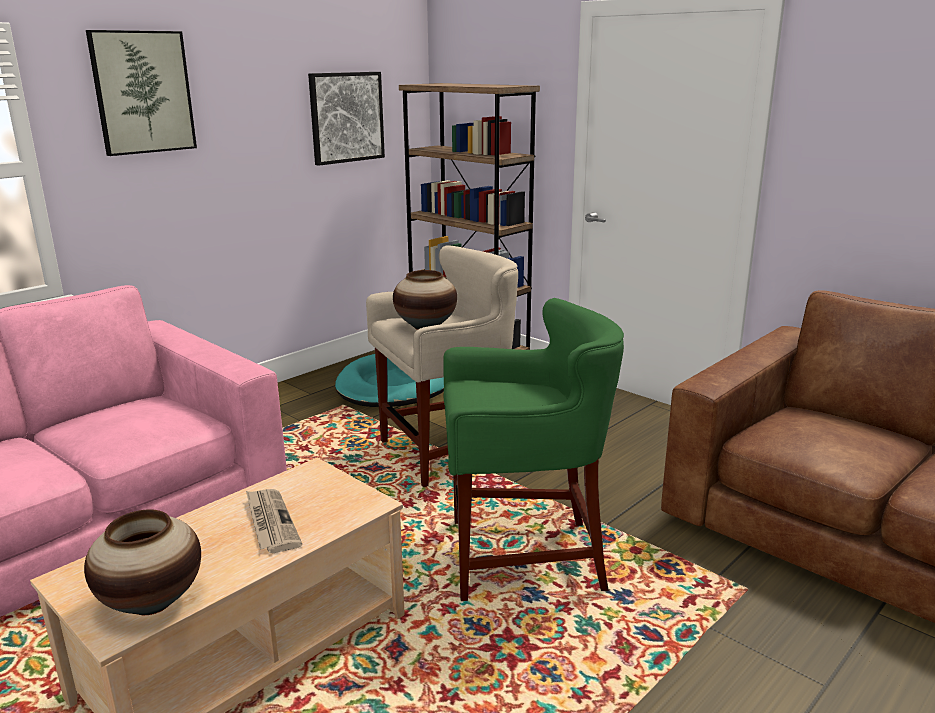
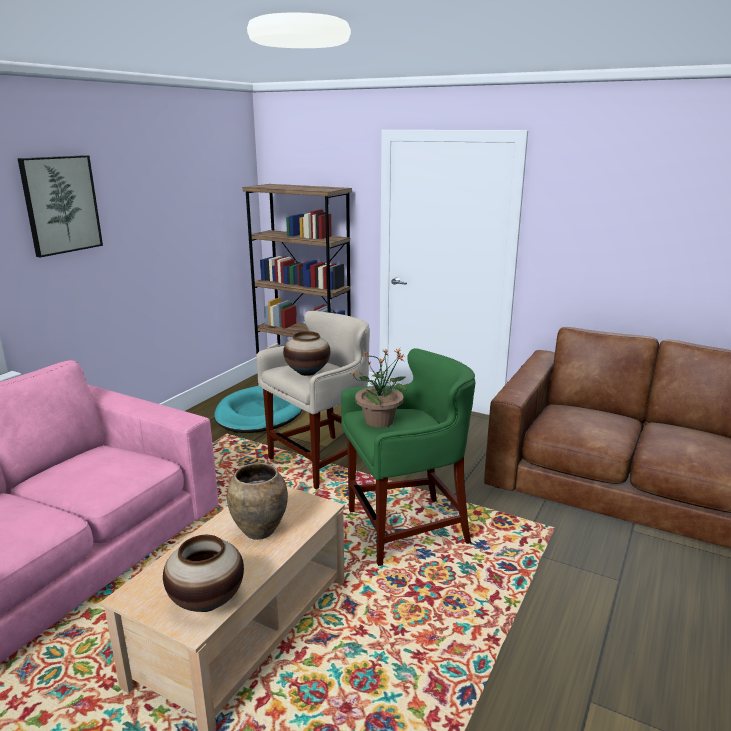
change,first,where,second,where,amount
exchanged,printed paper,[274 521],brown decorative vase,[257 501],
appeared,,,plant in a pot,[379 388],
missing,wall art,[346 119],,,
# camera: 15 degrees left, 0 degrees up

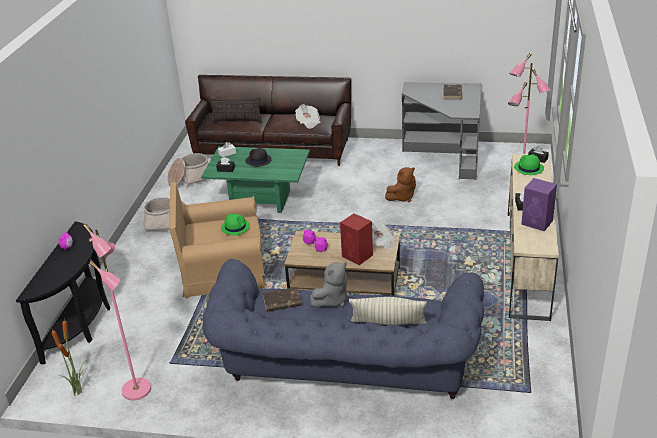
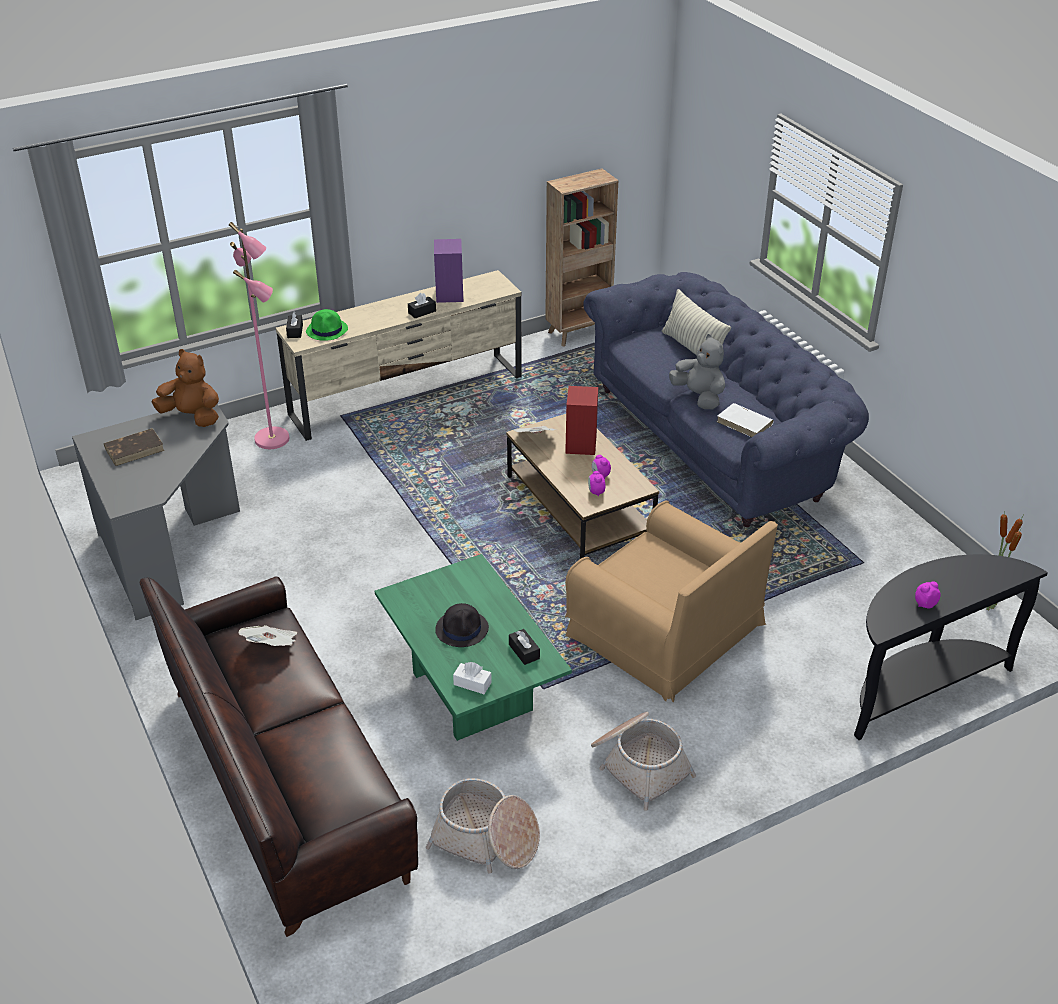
change,first,where,second,where,amount
relocated,brown soft toy,[400 184],,[185 388],
appeared,,,brown shelving unit,[581 258],
spun,greyish soft toy,[328 285],,[697 371],45 degrees clockwise
colour,brown bound book,[282 299],whitish bound book,[745 420],
missing,pink standard lamp,[117 311],,,
missing,throw pillow,[236 110],,,
missing,greenish wearable hat,[235 224],,,
# camera: 130 degrees left, 5 degrees up

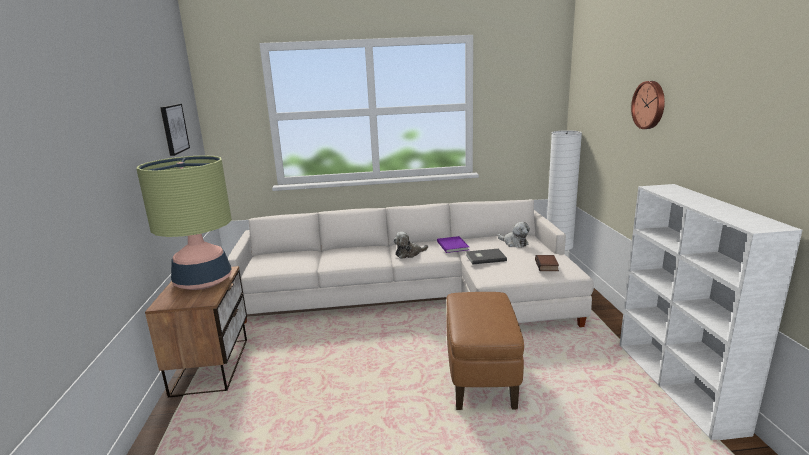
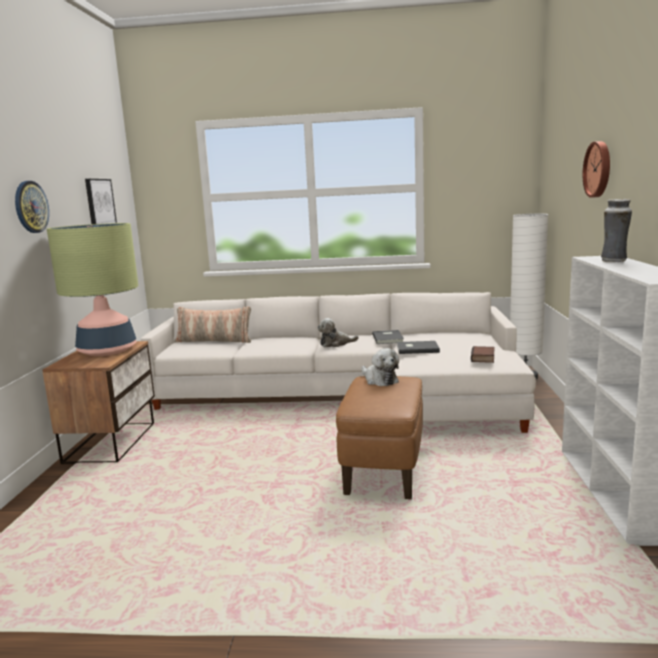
change,first,where,second,where,amount
appeared,,,hanging clock,[32 207],
appeared,,,throw pillow,[212 324],
relocated,soft toy,[514 235],,[380 367],
colour,purple-coloured bound book,[453 244],greyish bound book,[388 337],
appeared,,,decorative vase,[616 230],
# camera: 10 degrees right, 5 degrees down

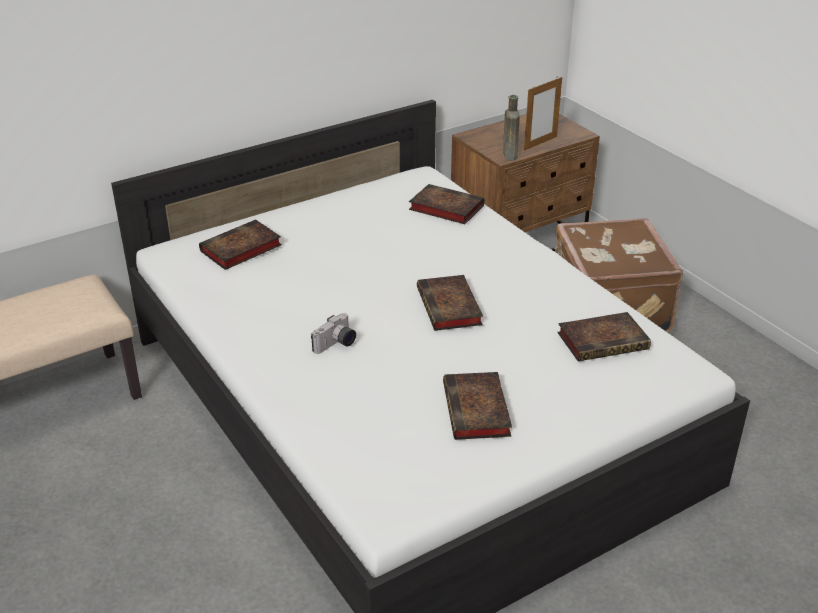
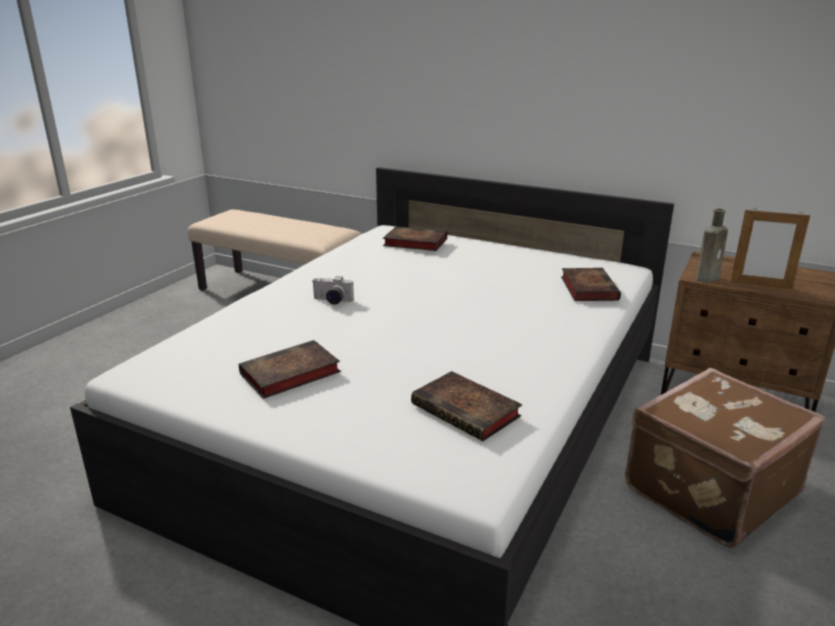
change,first,where,second,where,amount
missing,bound book,[450 303],,,
# camera: 60 degrees right, 10 degrees down

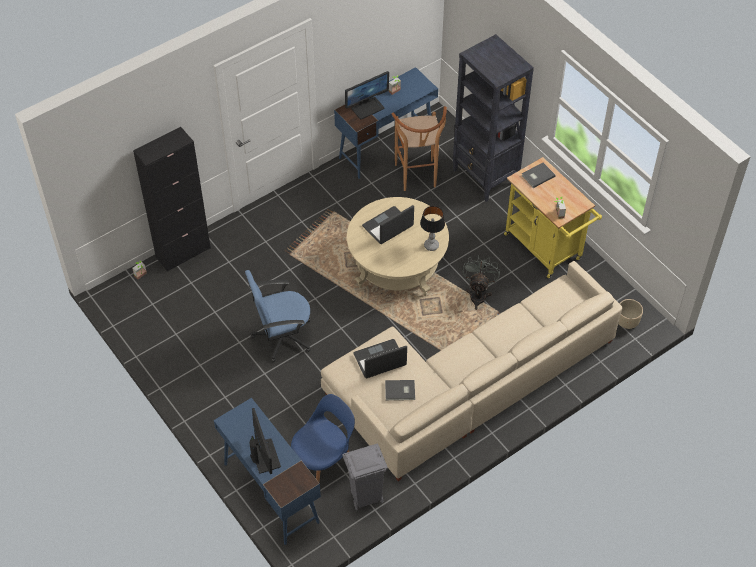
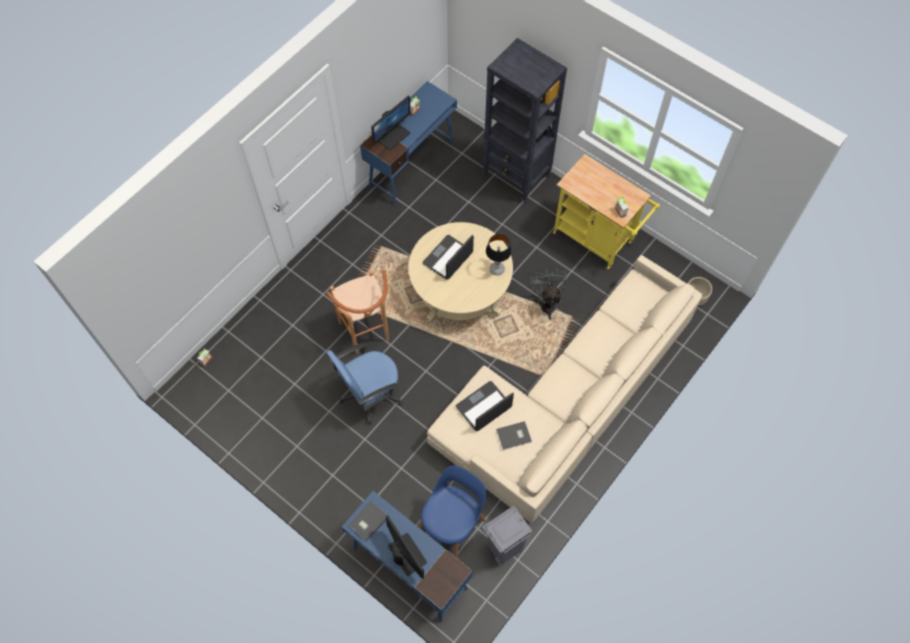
change,first,where,second,where,amount
relocated,brown stool,[419 148],,[358 312],
relocated,greyish bound book,[538 175],,[368 521],
missing,black-coloured cupboard,[172 199],,,
# camera: 15 degrees left, 10 degrees up

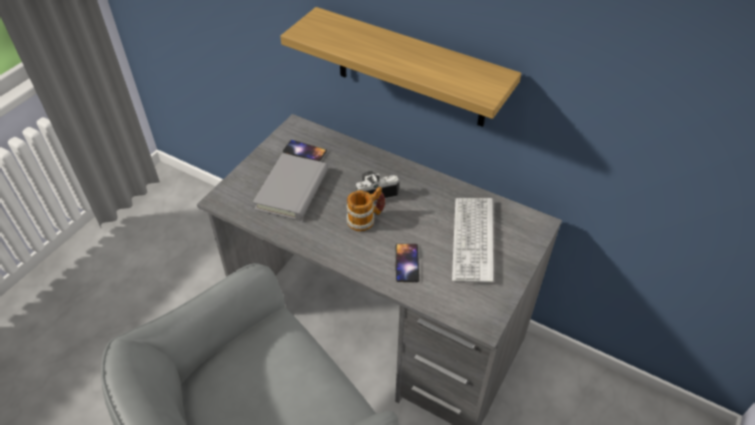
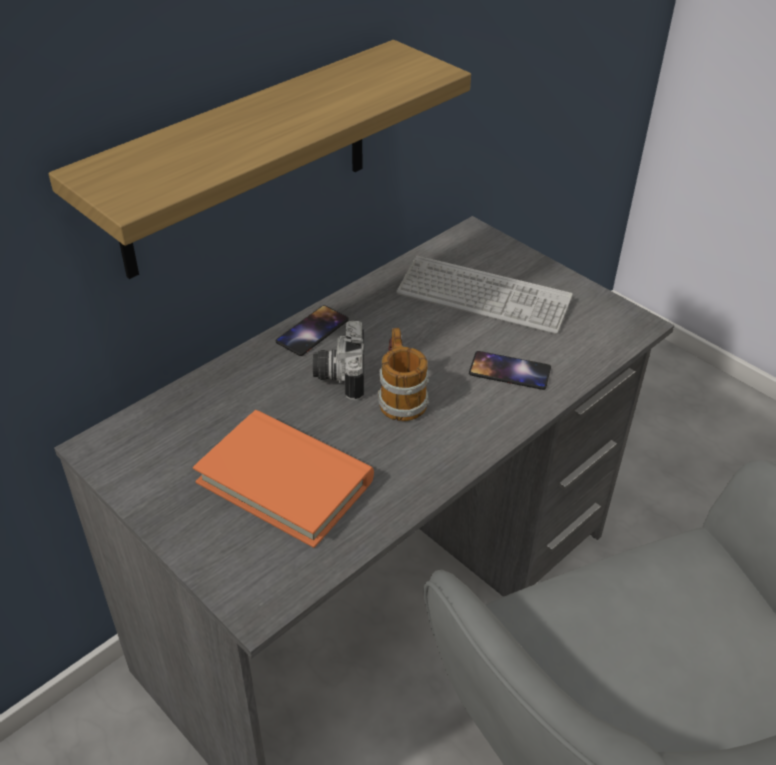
change,first,where,second,where,amount
colour,greyish bound book,[290 187],orange bound book,[283 479],
relocated,telephone,[305 150],,[312 330],
# camera: 75 degrees left, 5 degrees down

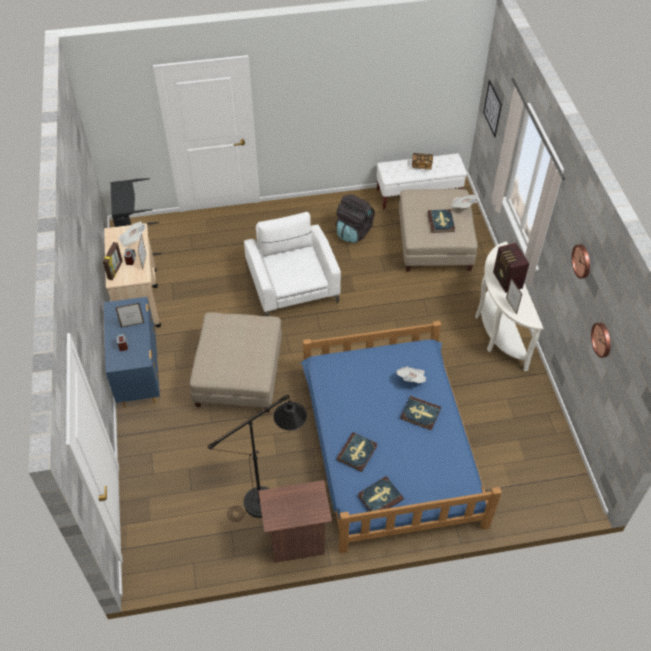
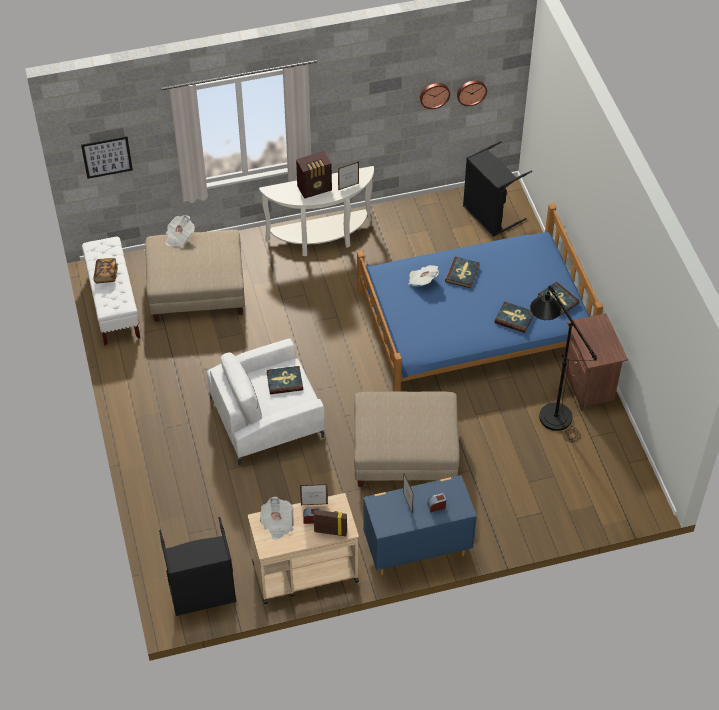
change,first,where,second,where,amount
relocated,bound book,[441 221],,[284 380],
relocated,hanging clock,[581 261],,[472 93],
appeared,,,black-coloured hamper,[497 189],
missing,black-coloured knapsack,[355 218],,,
# camera: 95 degrees left, 0 degrees up

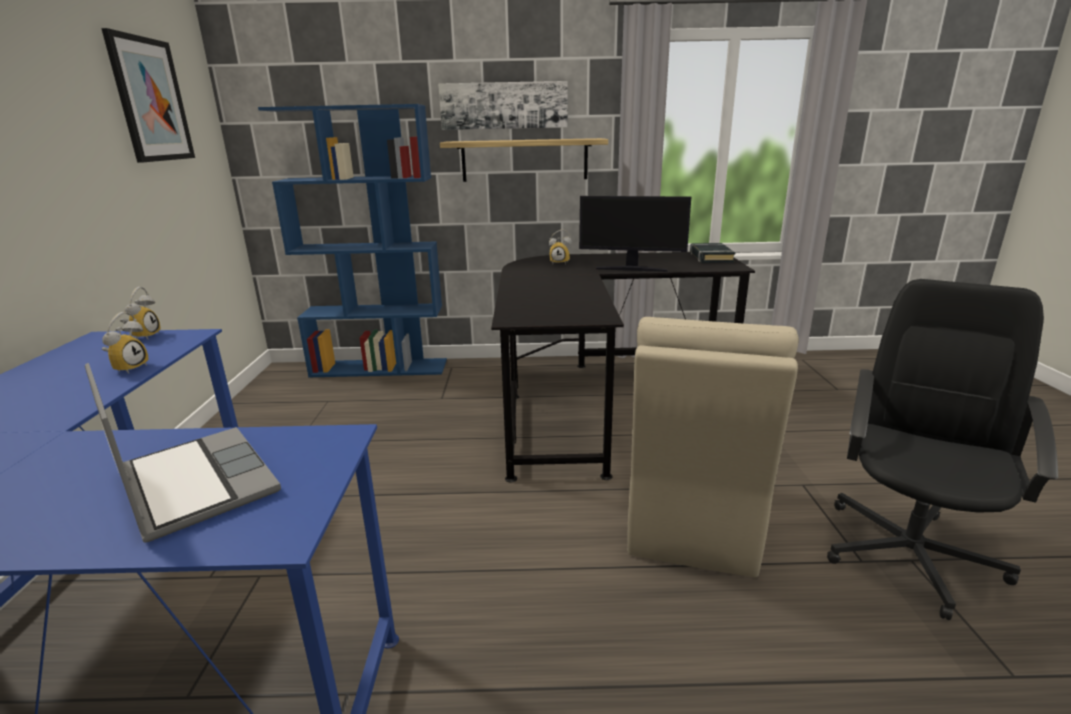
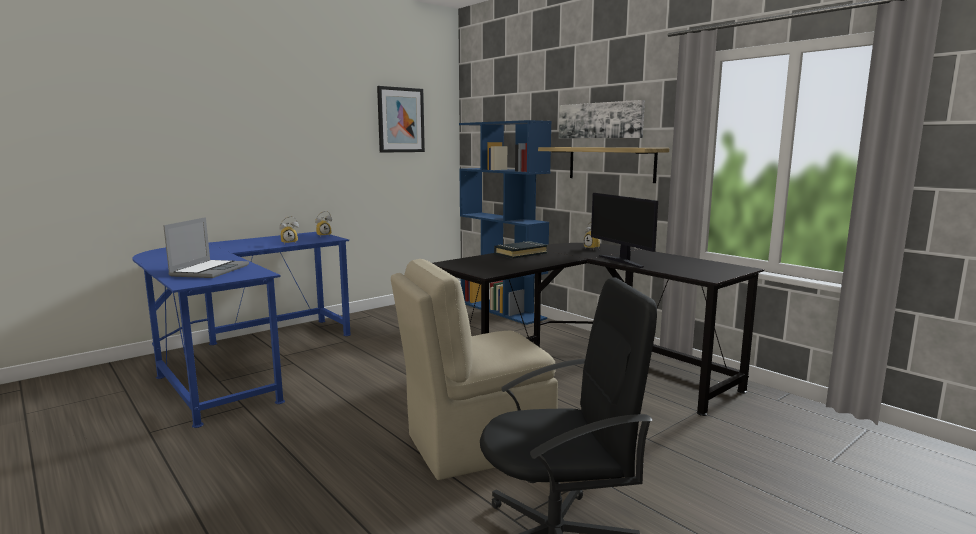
change,first,where,second,where,amount
relocated,black-coloured bound book,[712 253],,[521 250],
# camera: 50 degrees right, 10 degrees down

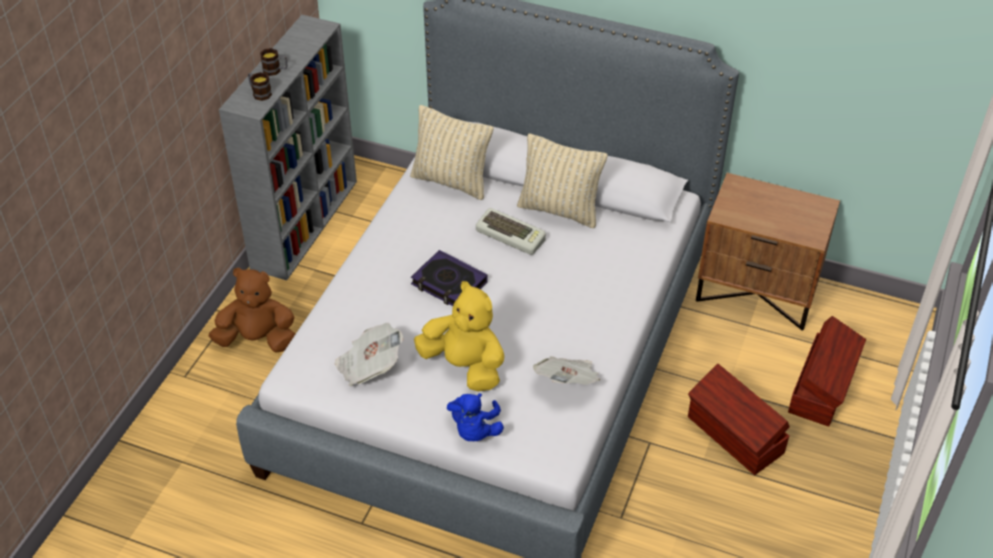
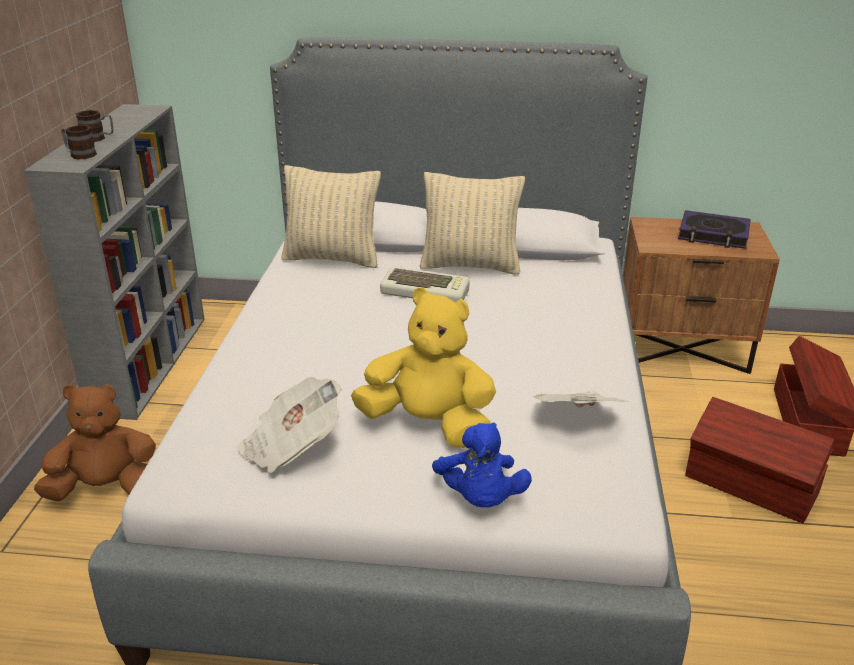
change,first,where,second,where,amount
relocated,bound book,[449 278],,[714 229],
# camera: 15 degrees left, 15 degrees down

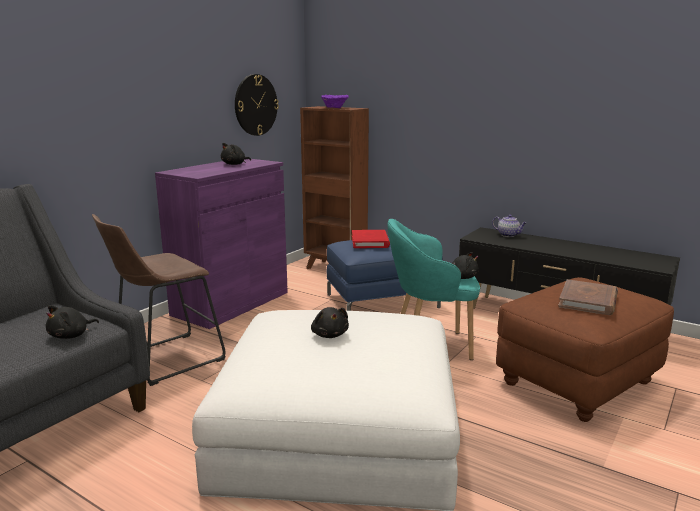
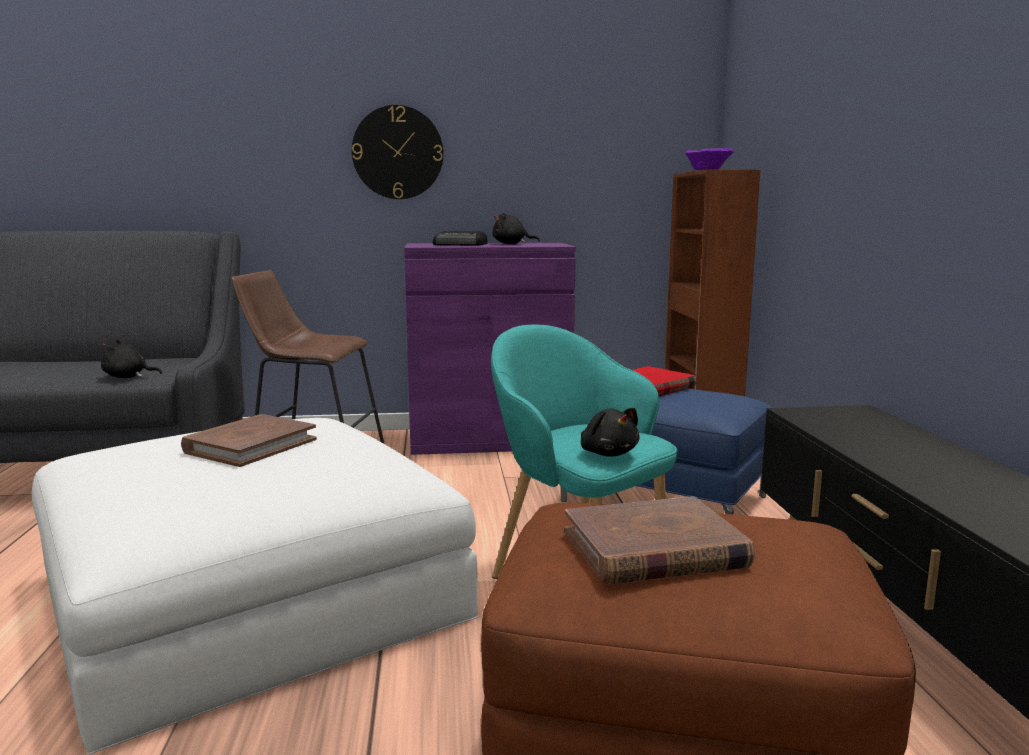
change,first,where,second,where,amount
exchanged,black-coloured soft toy,[330 322],brown bound book,[249 440],
relocated,hanging clock,[257 105],,[397 152],
appeared,,,radio set,[460 238],
missing,tea pot,[509 226],,,
# camera: 50 degrees right, 5 degrees down

